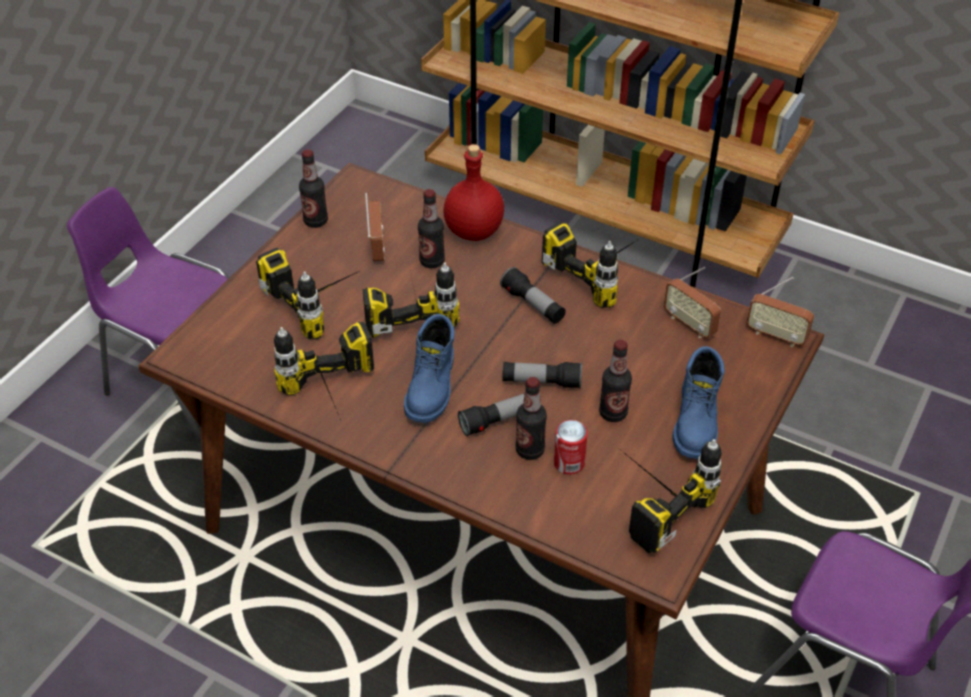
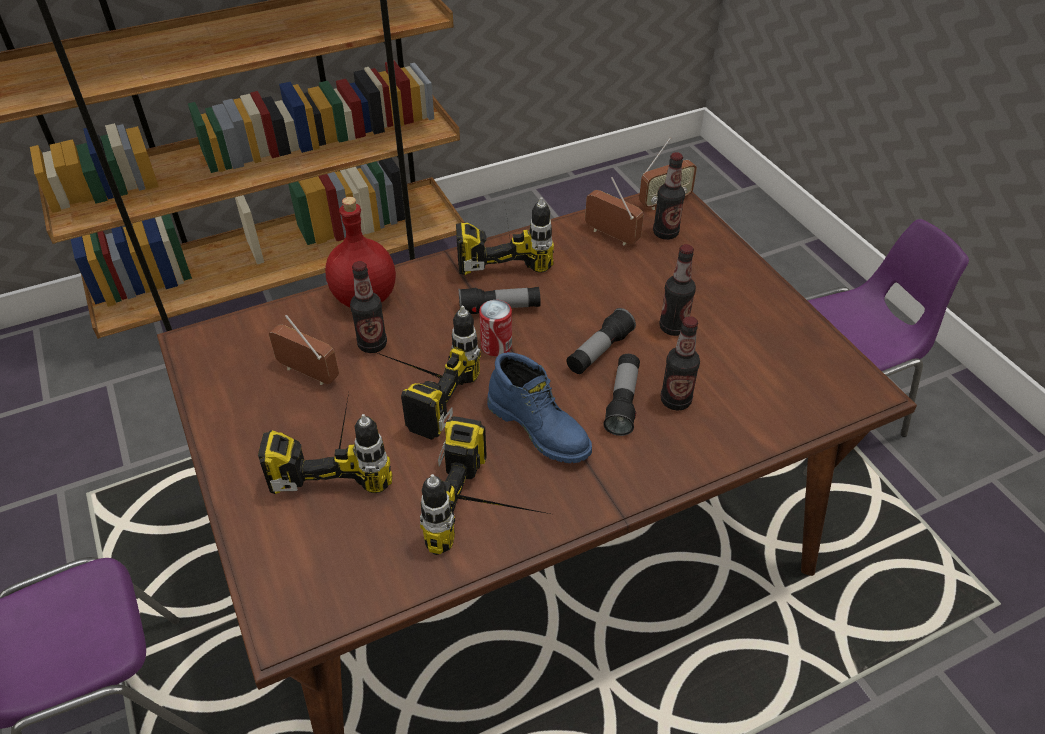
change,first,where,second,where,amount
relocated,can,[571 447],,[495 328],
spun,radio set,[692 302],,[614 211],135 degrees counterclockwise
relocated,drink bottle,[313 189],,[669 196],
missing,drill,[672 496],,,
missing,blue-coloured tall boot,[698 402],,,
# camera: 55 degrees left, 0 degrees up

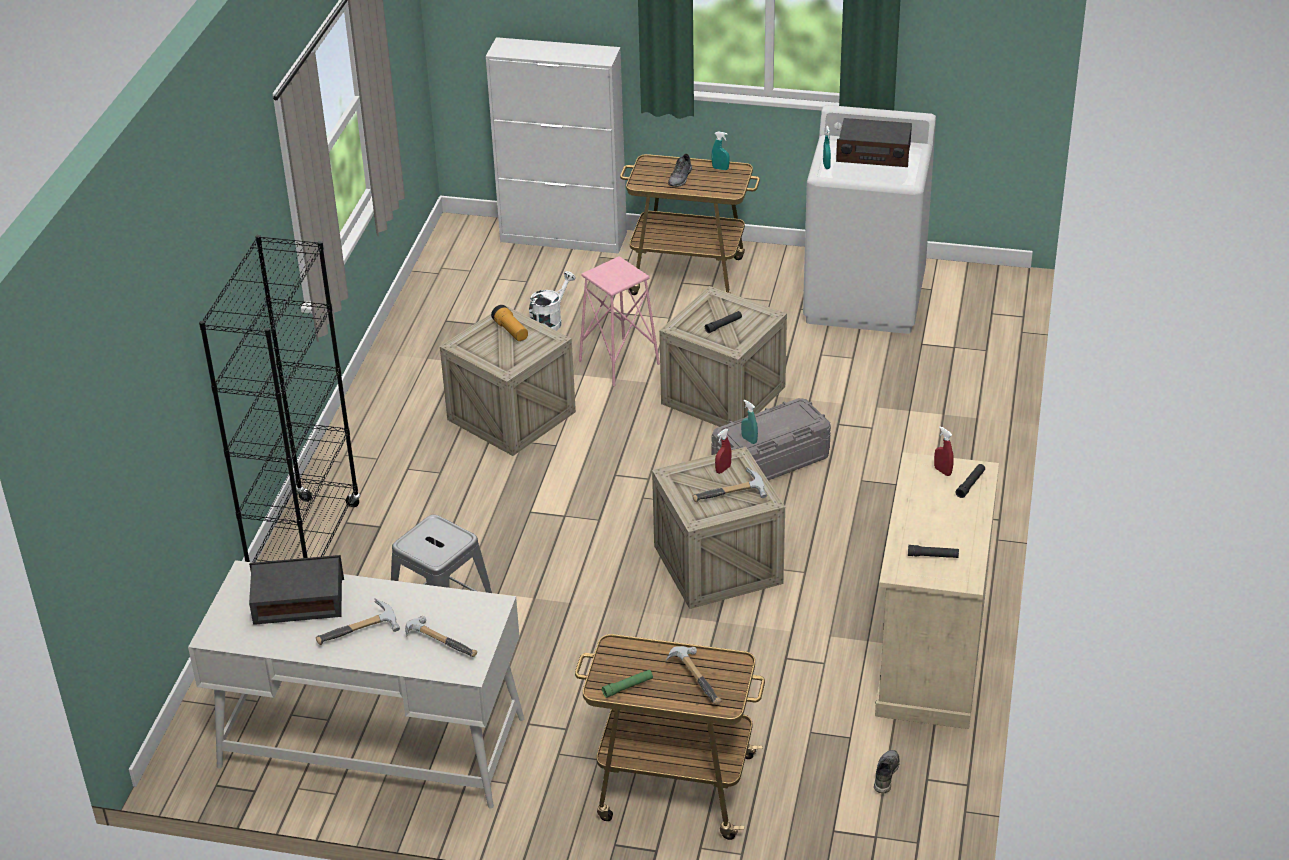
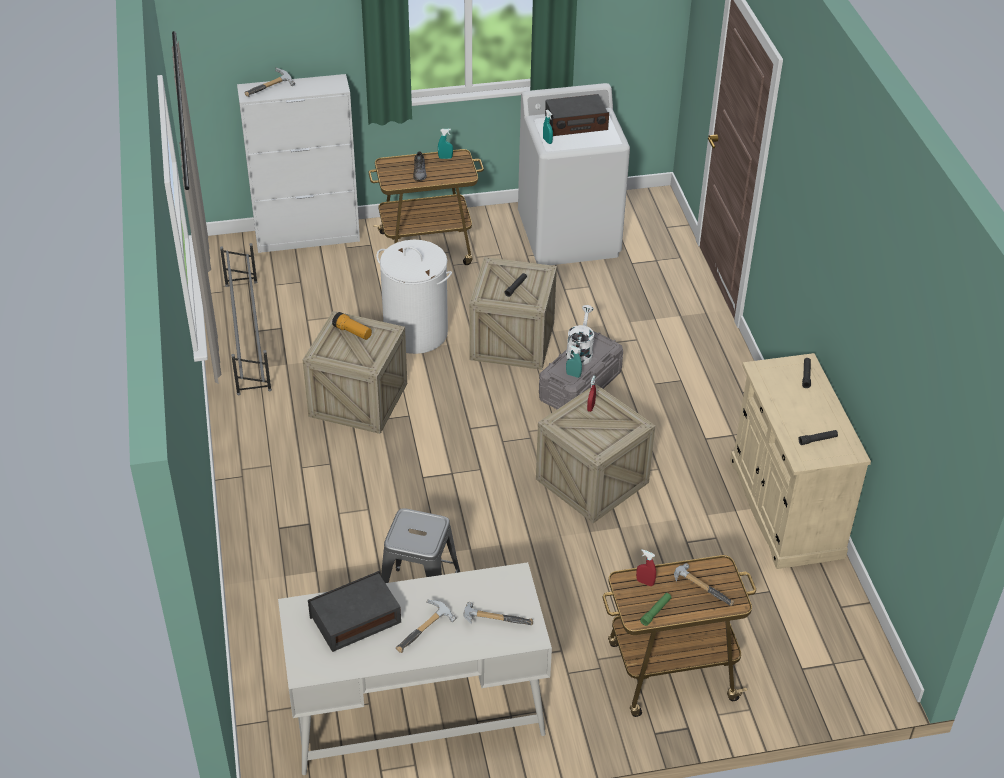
change,first,where,second,where,amount
appeared,,,greyish shoe stand,[246 319],
relocated,tool hammer,[729 484],,[270 82],
exchanged,pink stool,[619 321],whitish hamper,[414 297],
relocated,whitish sprinkling can,[552 301],,[580 335],
relocated,red-coloured spray bottle,[944 451],,[646 567],
missing,black-coloured shelving unit,[280 399],,,
missing,greyish low shoe,[887 771],,,
# camera: 25 degrees left, 5 degrees up

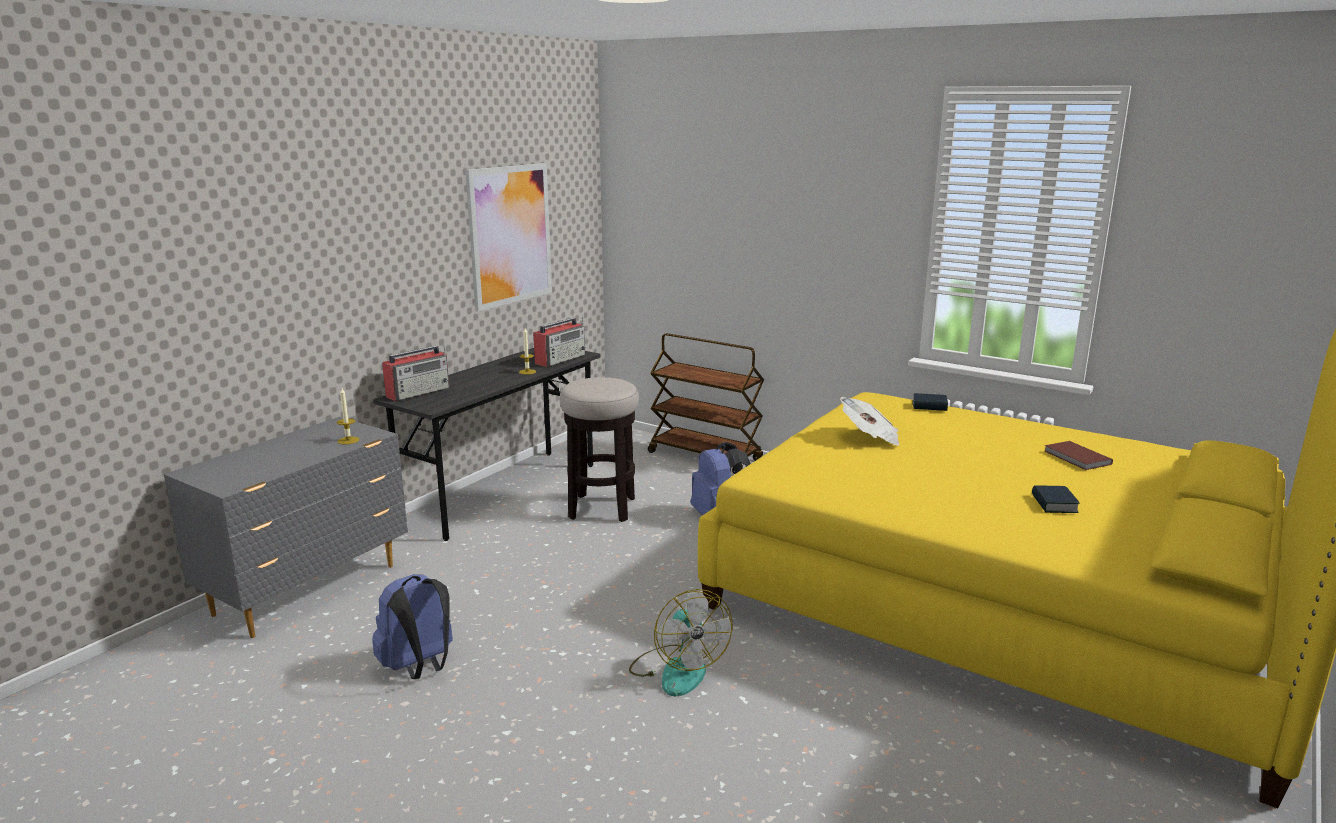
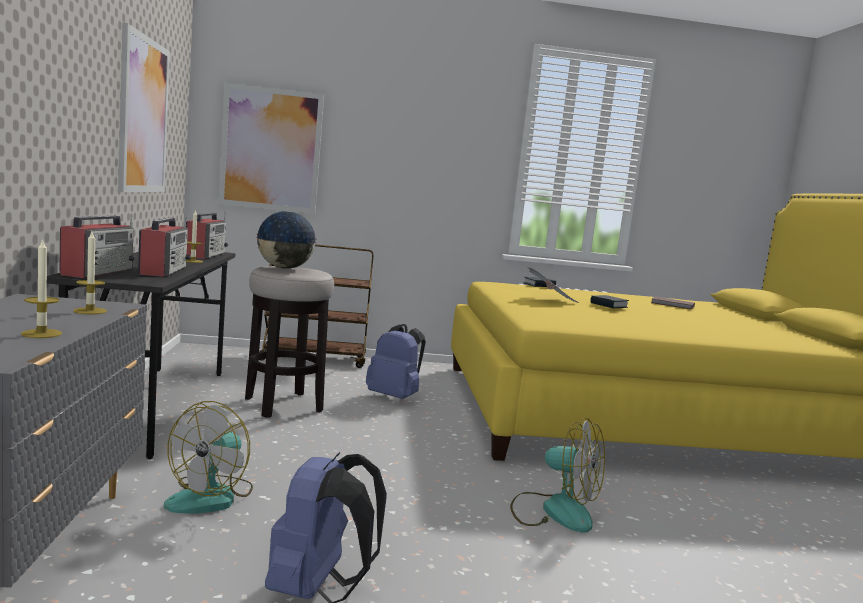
change,first,where,second,where,amount
appeared,,,wax candle,[41 288],
appeared,,,radio set,[164 246],
appeared,,,fan,[208 457],
appeared,,,wall art,[271 148],
appeared,,,desk globe,[286 240],
relocated,bound book,[1056 499],,[609 301],
# camera: 40 degrees left, 10 degrees down

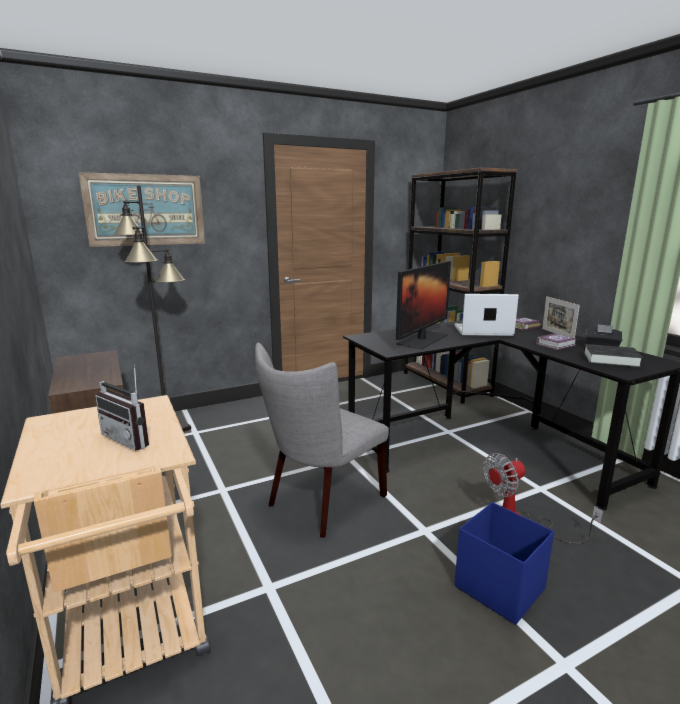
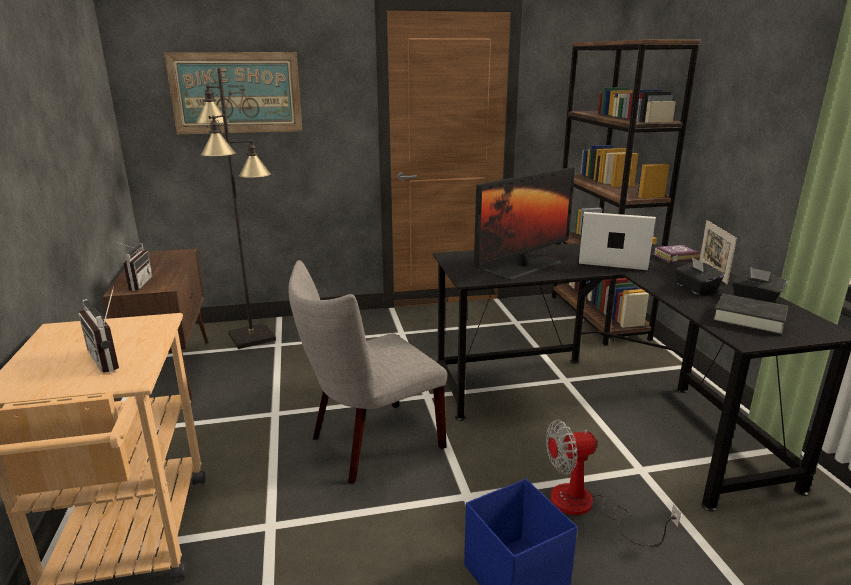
change,first,where,second,where,amount
appeared,,,radio set,[133 266],
exchanged,bound book,[556 341],black-coloured box of tissues,[699 276],
# camera: 15 degrees right, 5 degrees up

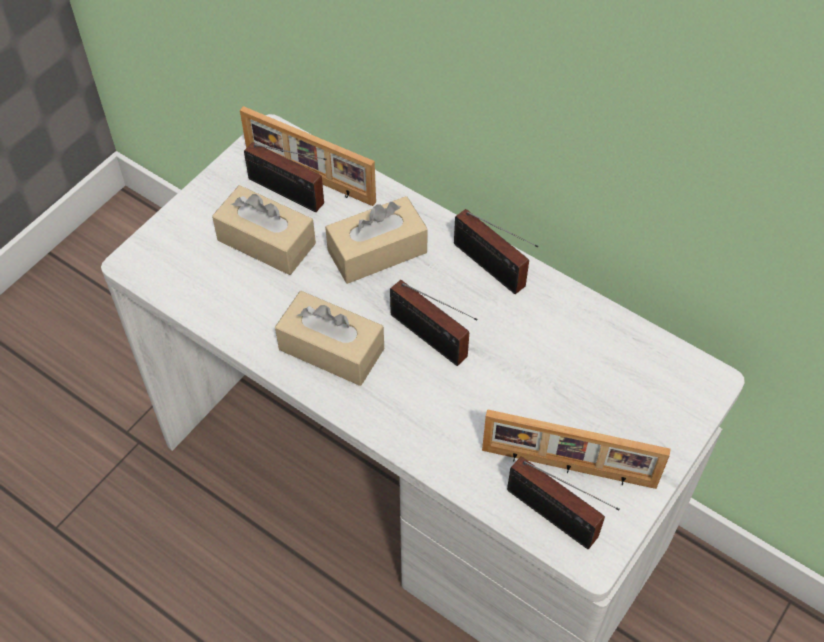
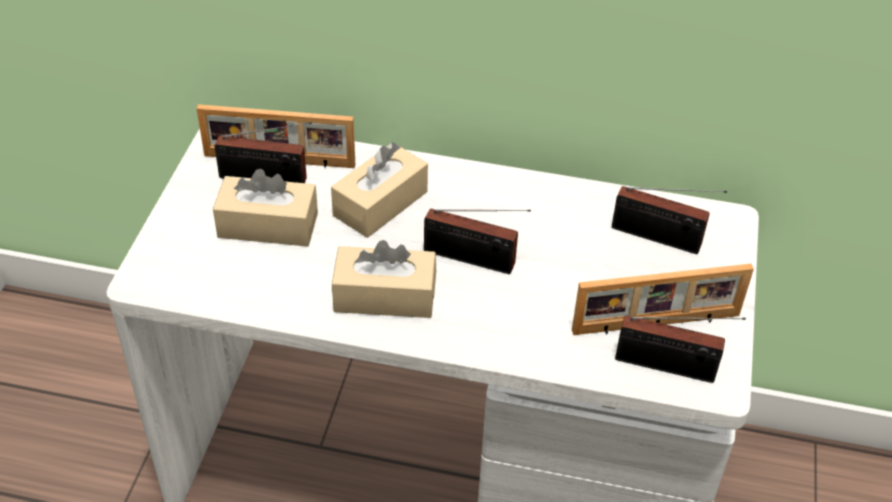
change,first,where,second,where,amount
relocated,radio set,[496 251],,[669 220],
# camera: 25 degrees left, 10 degrees down

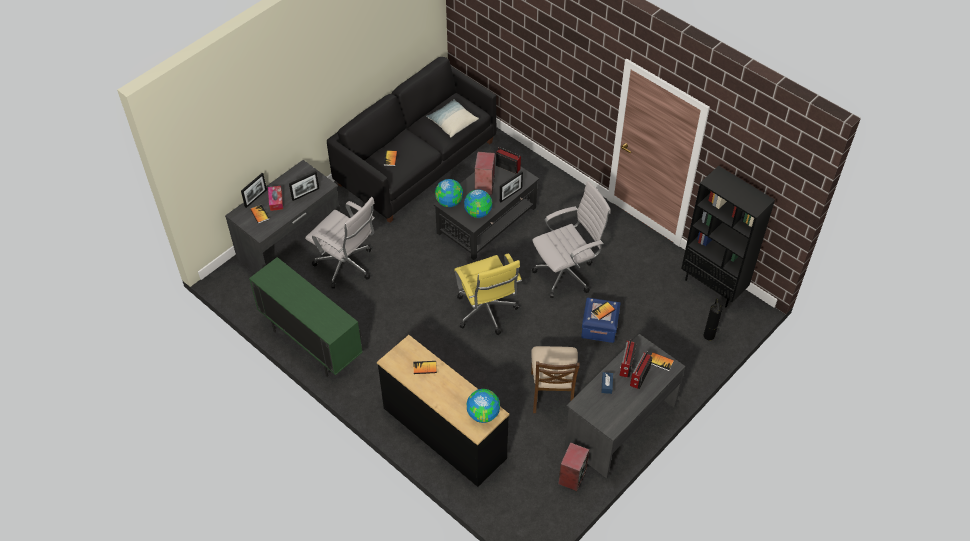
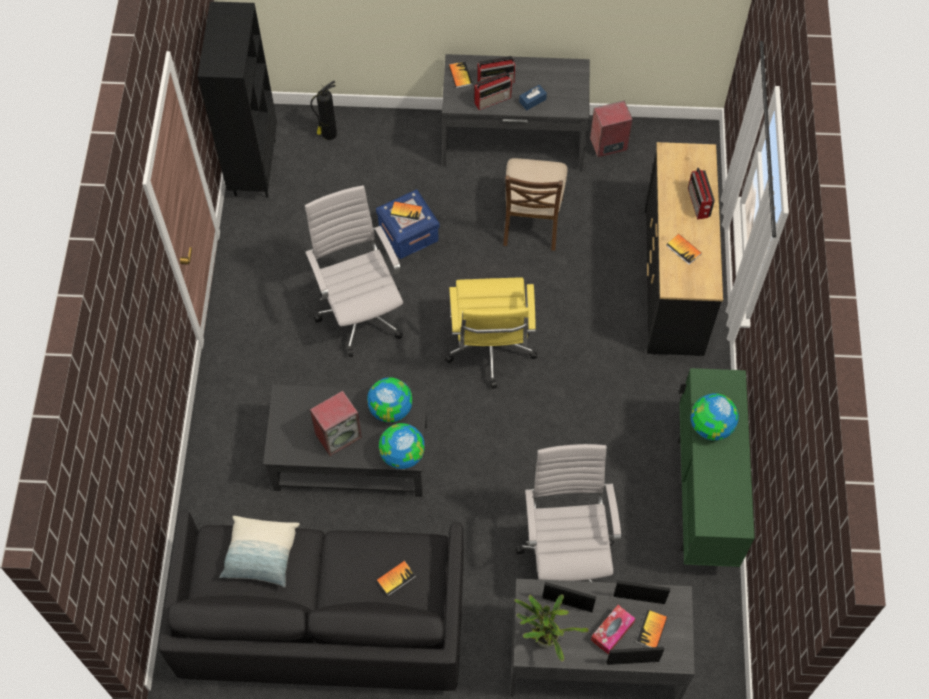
change,first,where,second,where,amount
spun,whitish computer chair,[571 239],,[354 271],45 degrees clockwise
spun,yellowish computer chair,[488 294],,[491 333],150 degrees clockwise
spun,brown chair,[555 379],,[535 204],135 degrees clockwise
appeared,,,plant in a pot,[551 628],
relocated,picture frame,[511 187],,[641 592],
relocated,radio set,[508 160],,[701 193],
relocated,desk globe,[483 406],,[715 416],
# camera: 130 degrees left, 10 degrees up

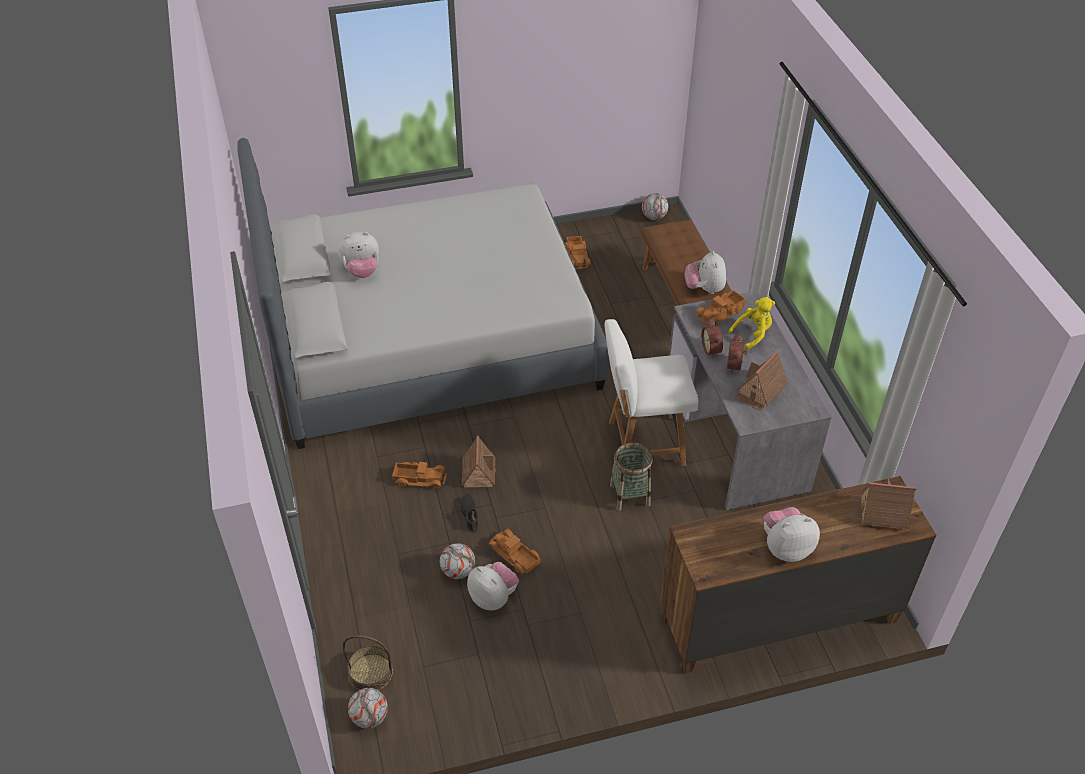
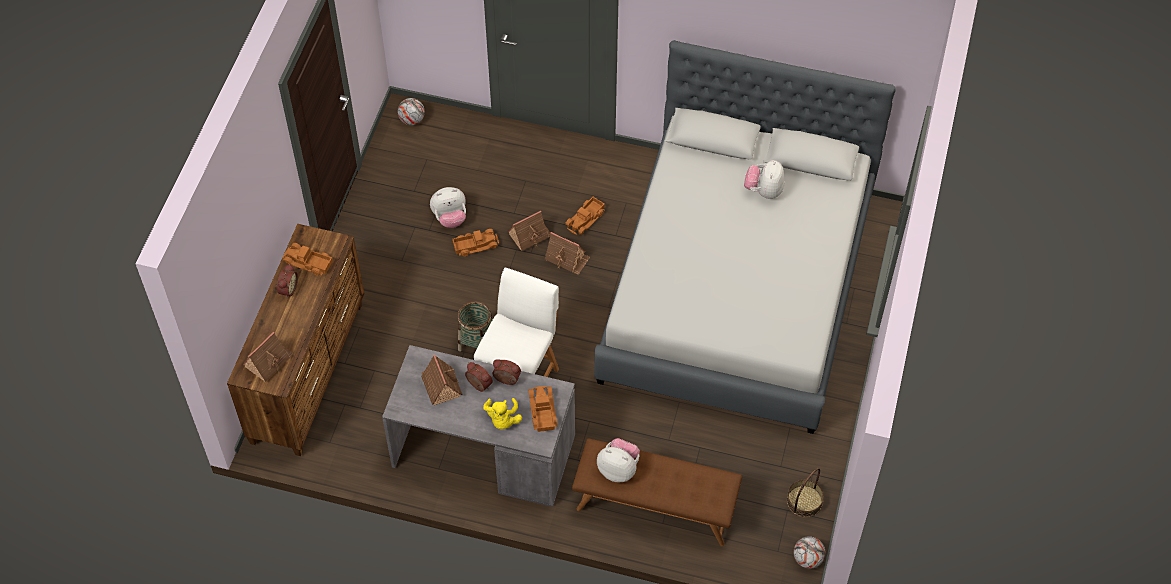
change,first,where,second,where,amount
exchanged,soft toy,[791 534],alarm clock,[287 281],
relocated,model truck,[578 252],,[308 259],
exchanged,black-coloured low shoe,[469 513],model house,[529 231],
relocated,storage basket,[368 663],,[805 493],
missing,football,[457 561],,,
# camera: 120 degrees right, 10 degrees up

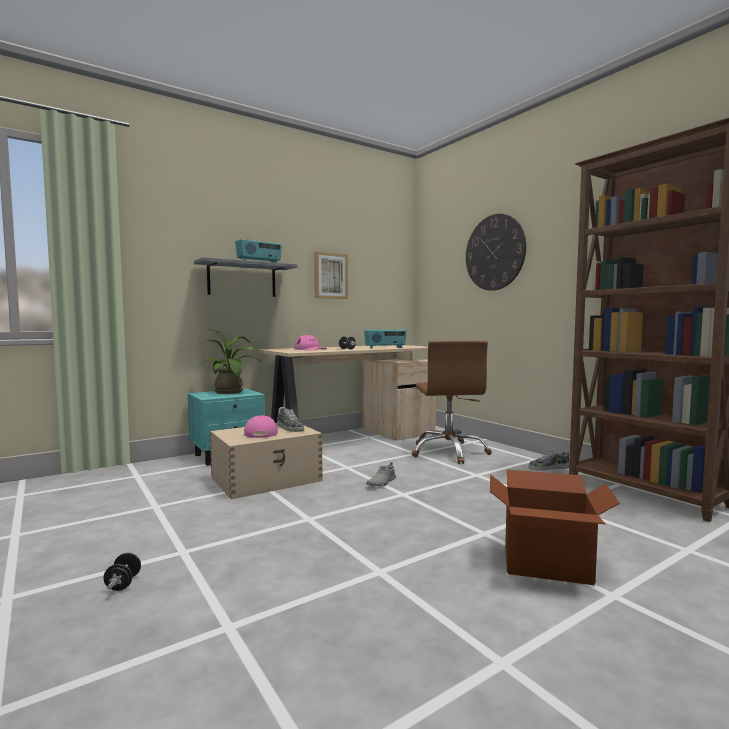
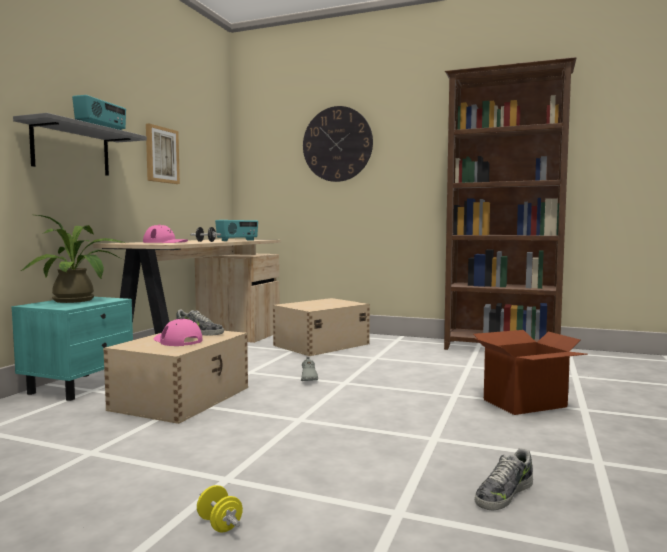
change,first,where,second,where,amount
colour,black-coloured dumbbell,[122 572],yellowish dumbbell,[220 508],
exchanged,brown computer chair,[451 402],beige-coloured storage bin,[321 327],
relocated,low shoe,[548 460],,[504 479],
# camera: 35 degrees left, 0 degrees up

